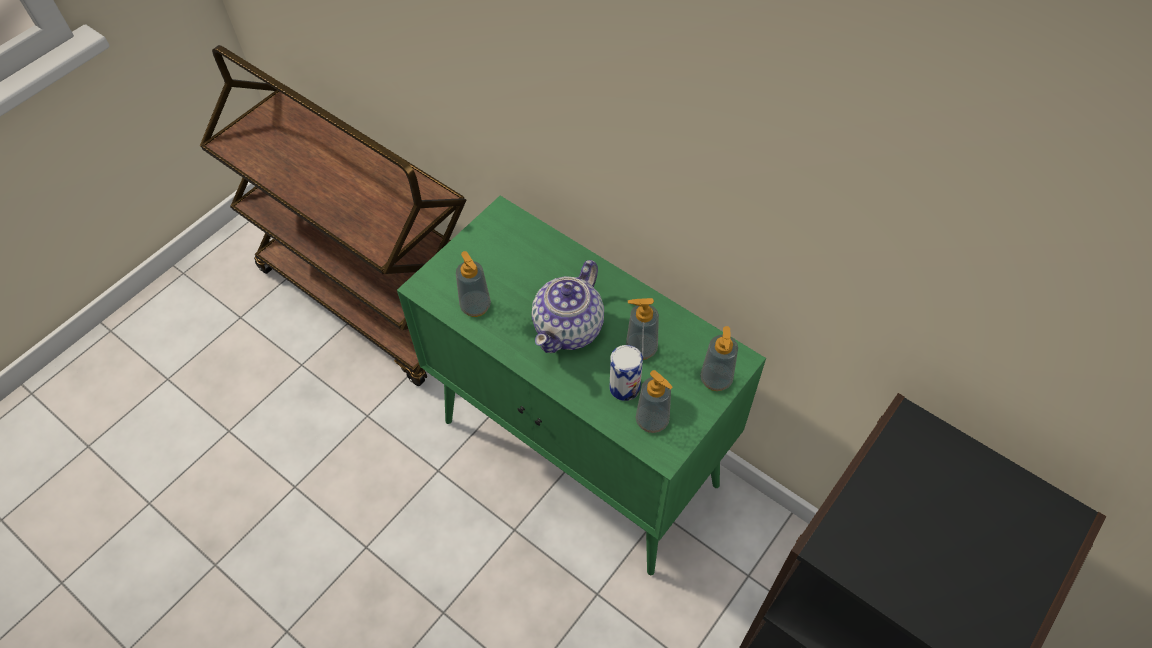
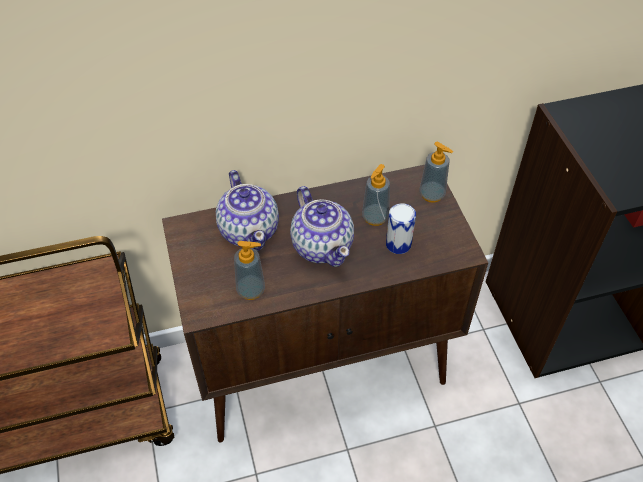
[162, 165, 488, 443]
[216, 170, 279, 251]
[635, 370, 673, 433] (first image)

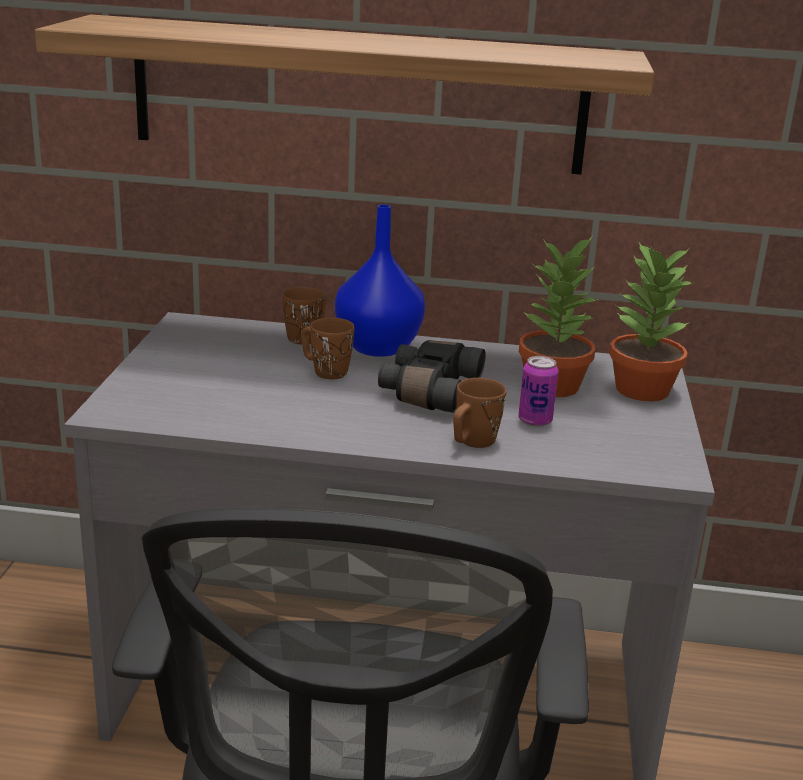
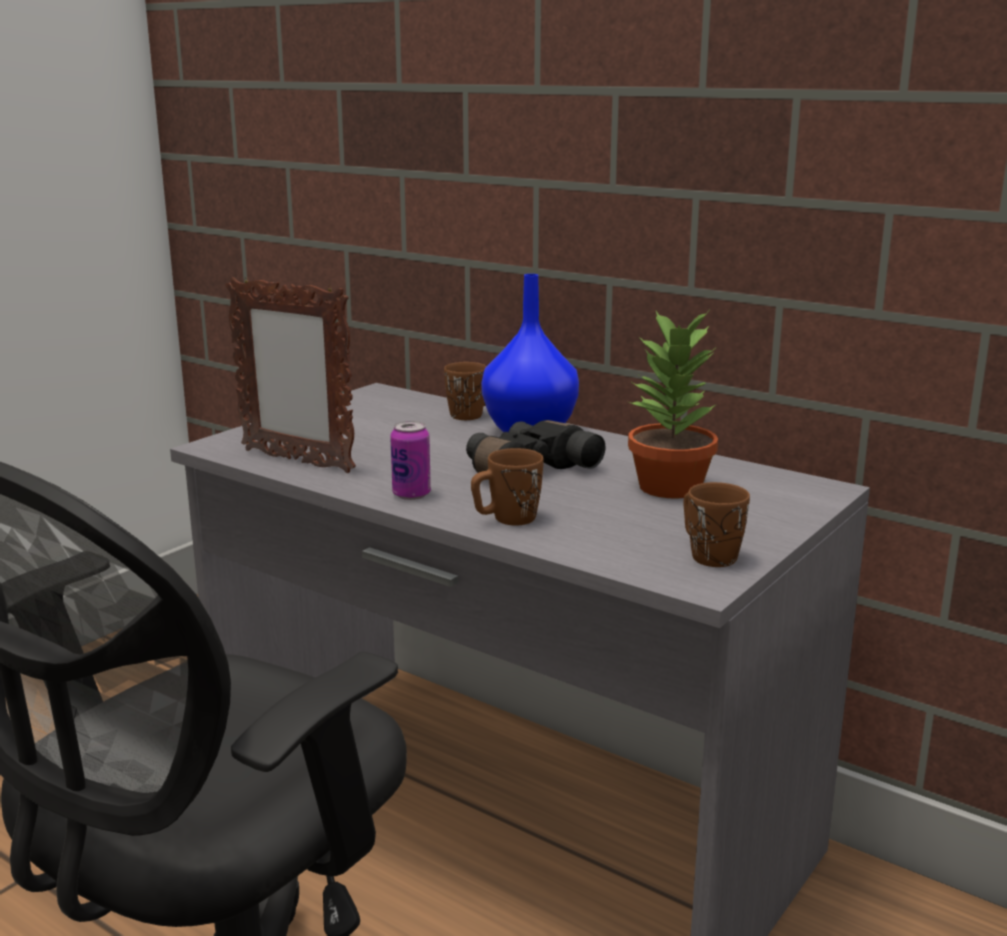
[225, 277, 356, 473]
[390, 421, 431, 500]
[683, 482, 750, 567]
[35, 15, 655, 174] (first image)
[609, 242, 695, 401] (first image)

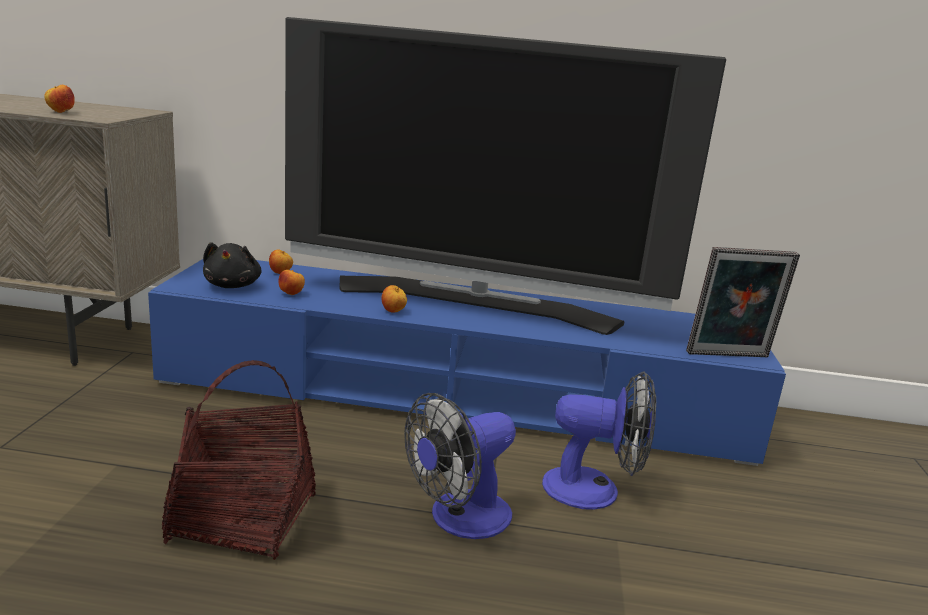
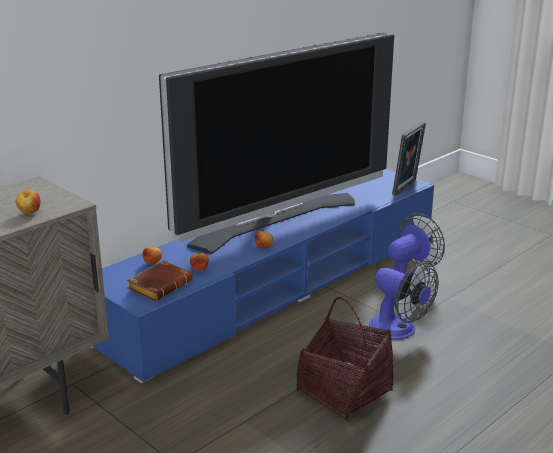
[127, 260, 193, 301]
[369, 262, 439, 339]

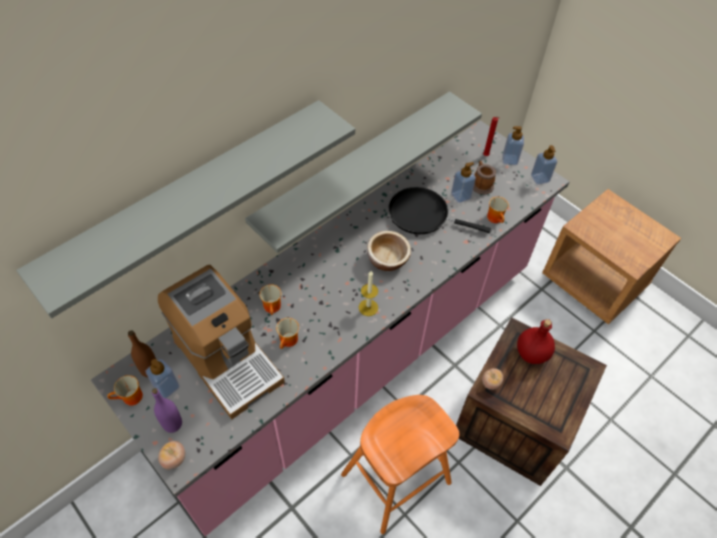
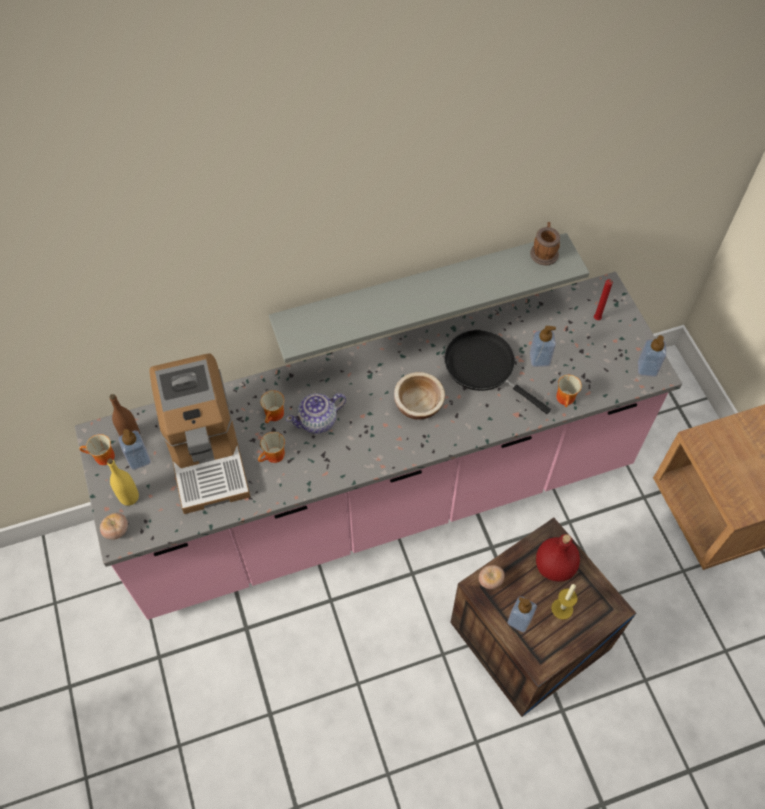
[107, 458, 139, 506]
[286, 393, 346, 434]
[507, 596, 537, 632]
[530, 222, 560, 265]
[551, 584, 578, 620]
[16, 100, 355, 318] (first image)
[341, 395, 460, 534] (first image)

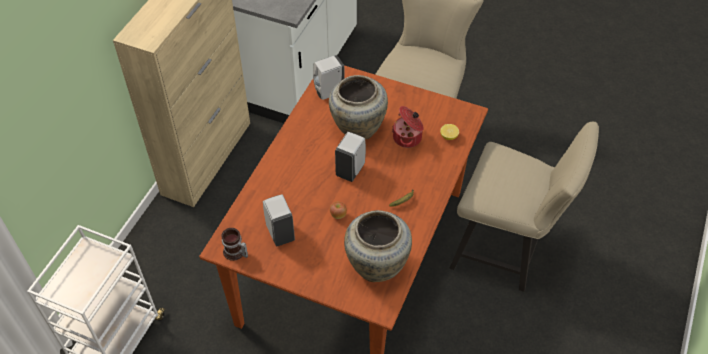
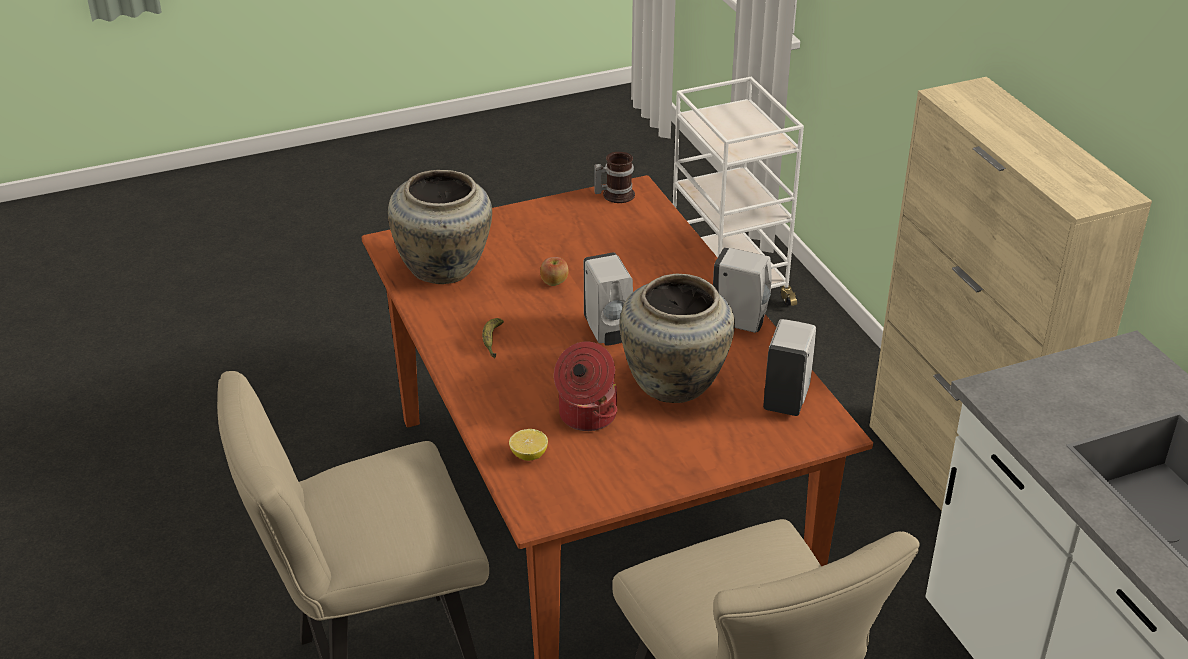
[713, 247, 772, 333]

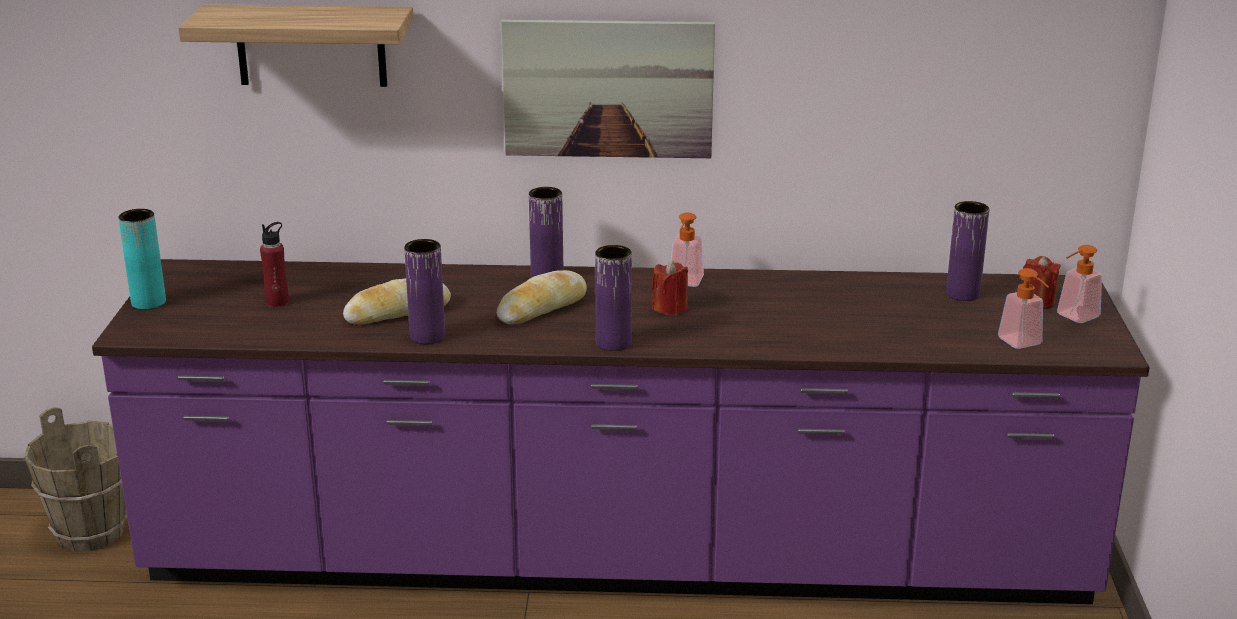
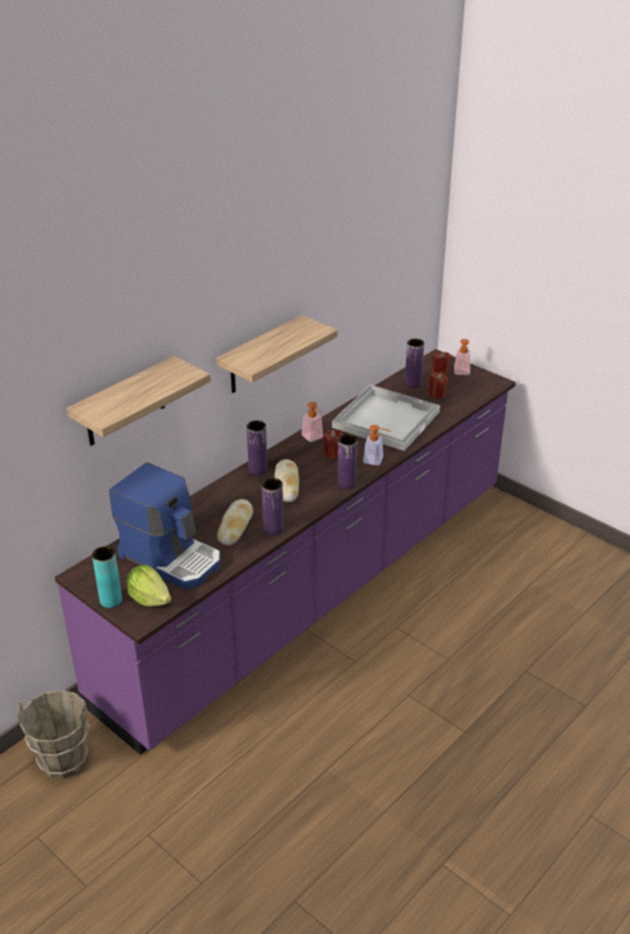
[109, 462, 220, 590]
[126, 565, 171, 606]
[216, 315, 337, 393]
[332, 385, 440, 451]
[363, 425, 391, 466]
[428, 372, 448, 399]

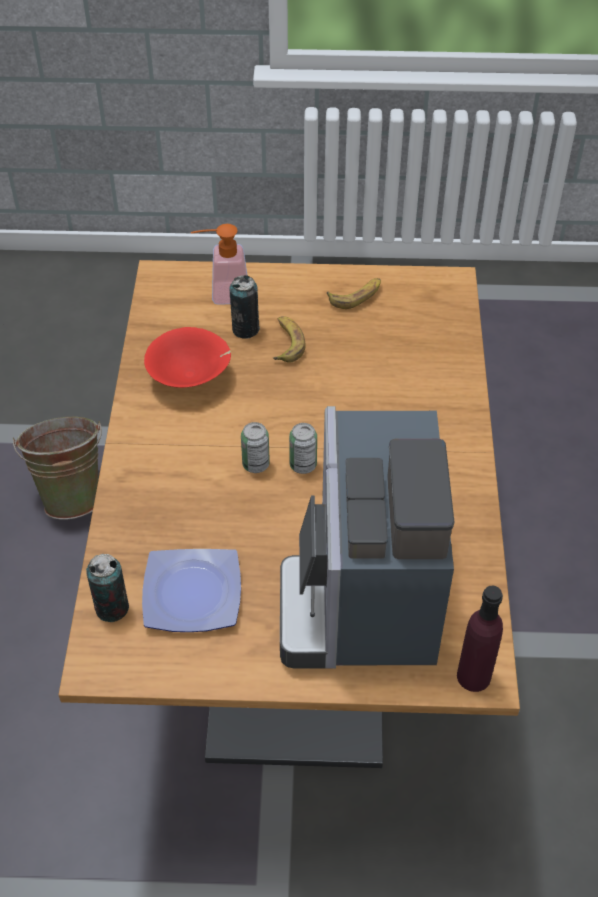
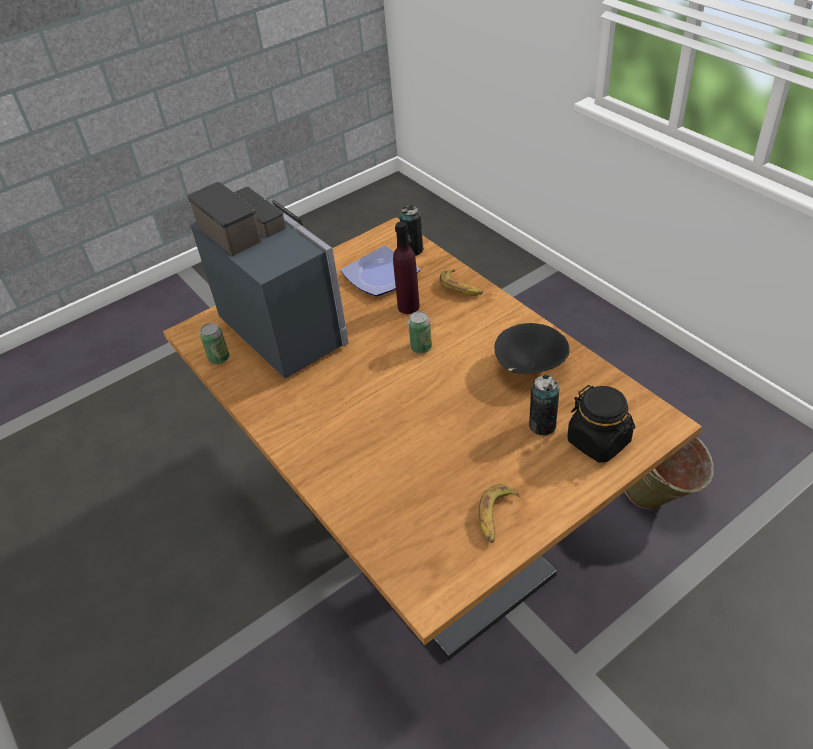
[200, 323, 229, 365]
[393, 221, 420, 314]
[440, 270, 483, 296]
[494, 323, 569, 374]
[567, 385, 635, 462]

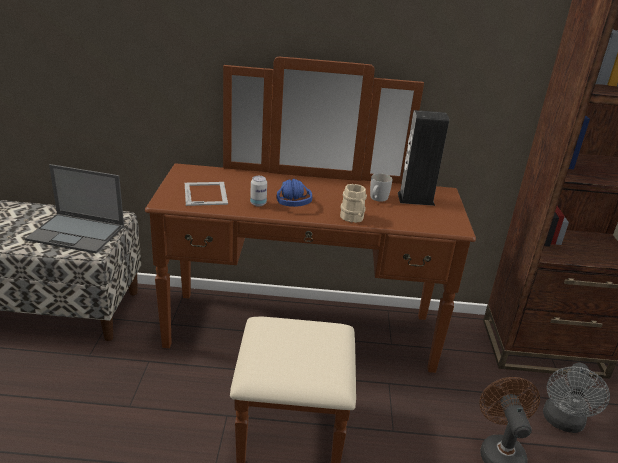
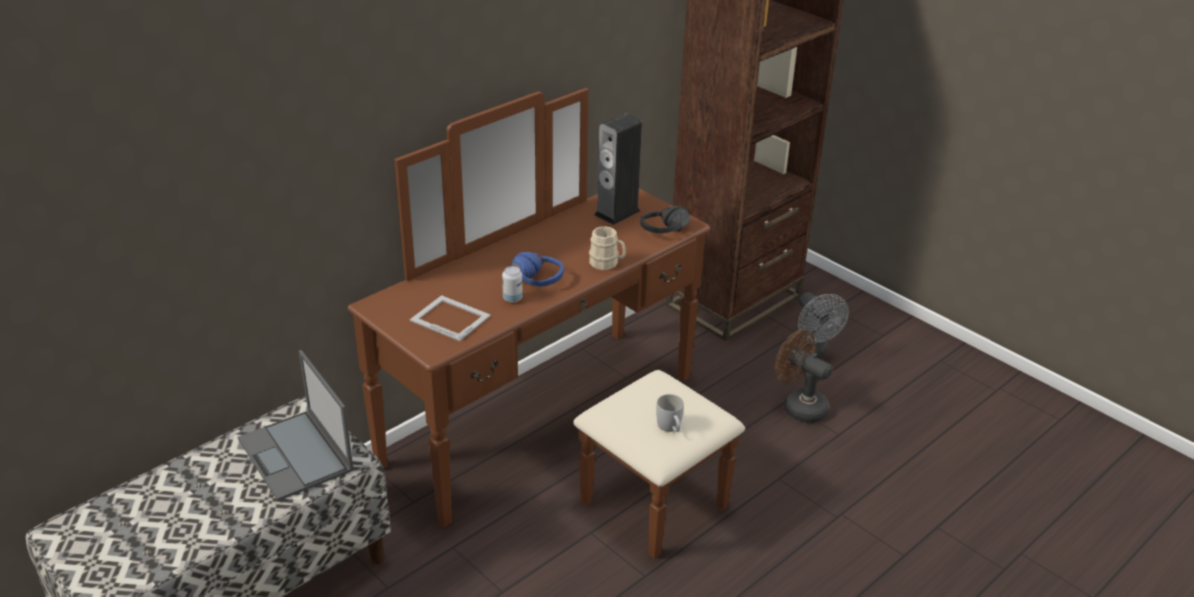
[238, 350, 354, 501]
[641, 206, 690, 234]
[656, 394, 684, 432]

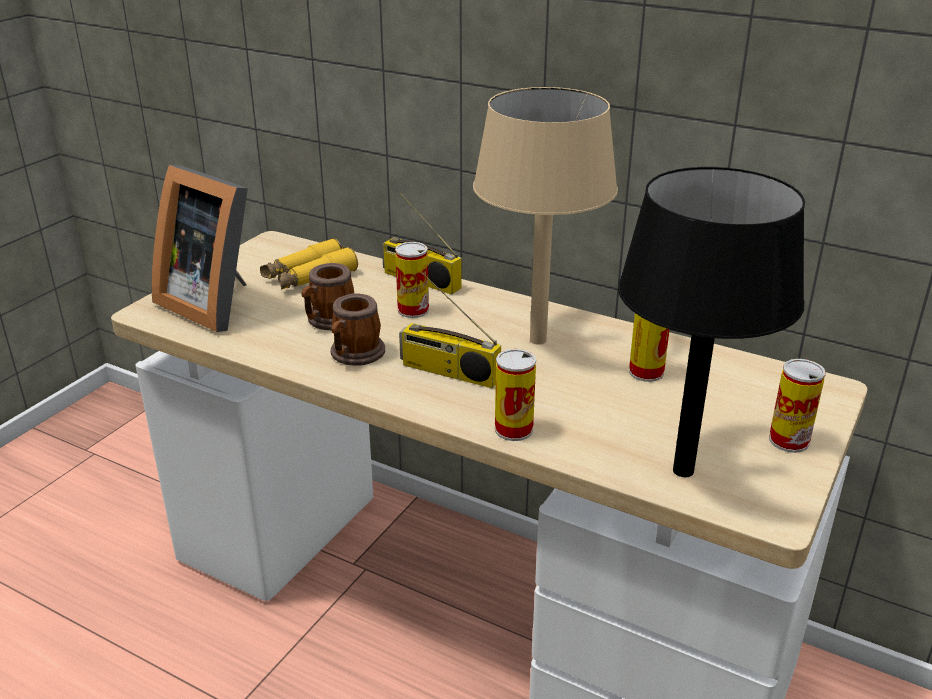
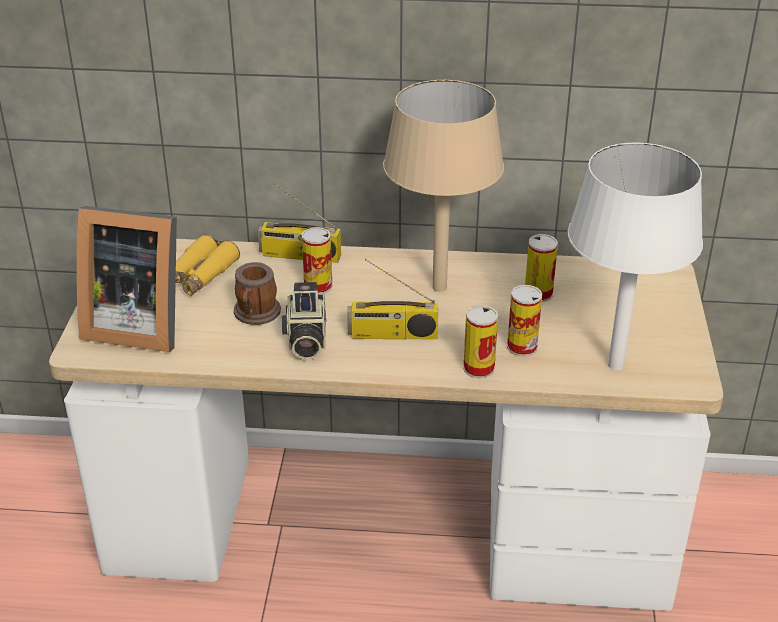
[282, 282, 327, 360]
[507, 285, 542, 357]
[568, 142, 703, 371]

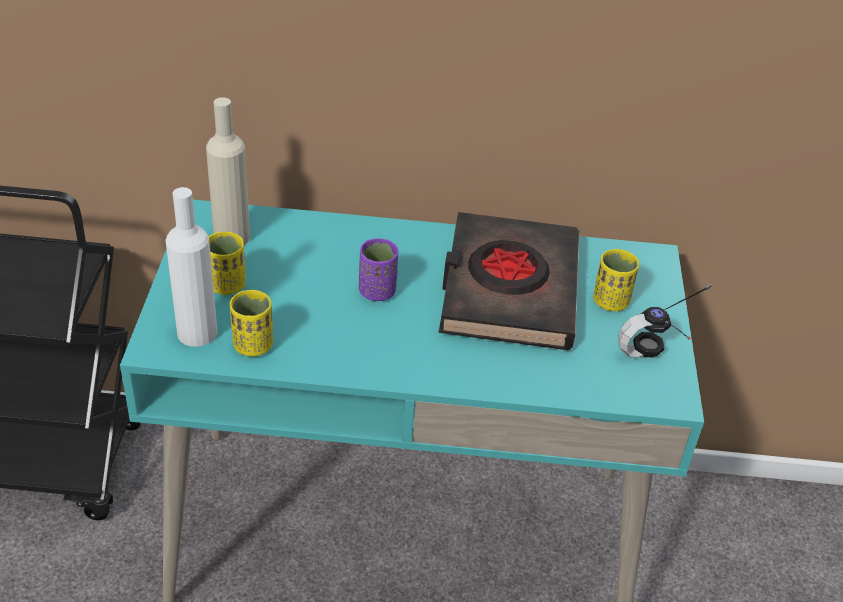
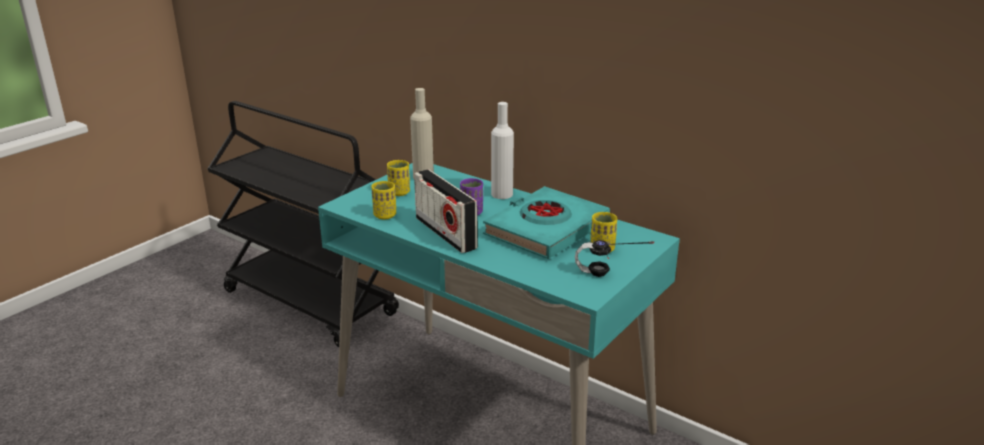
[414, 169, 478, 253]
[483, 186, 610, 259]
[491, 102, 514, 199]

